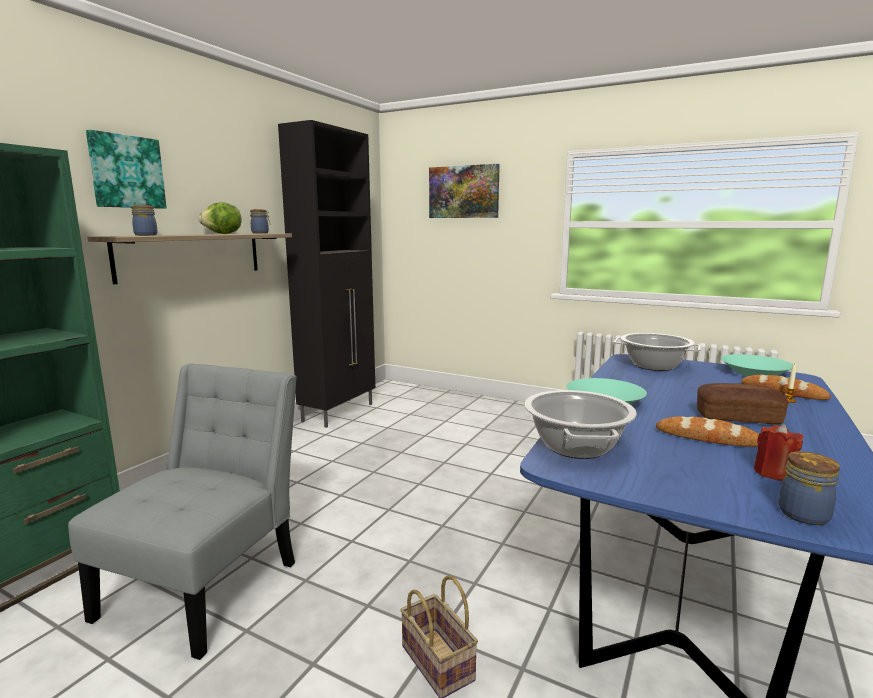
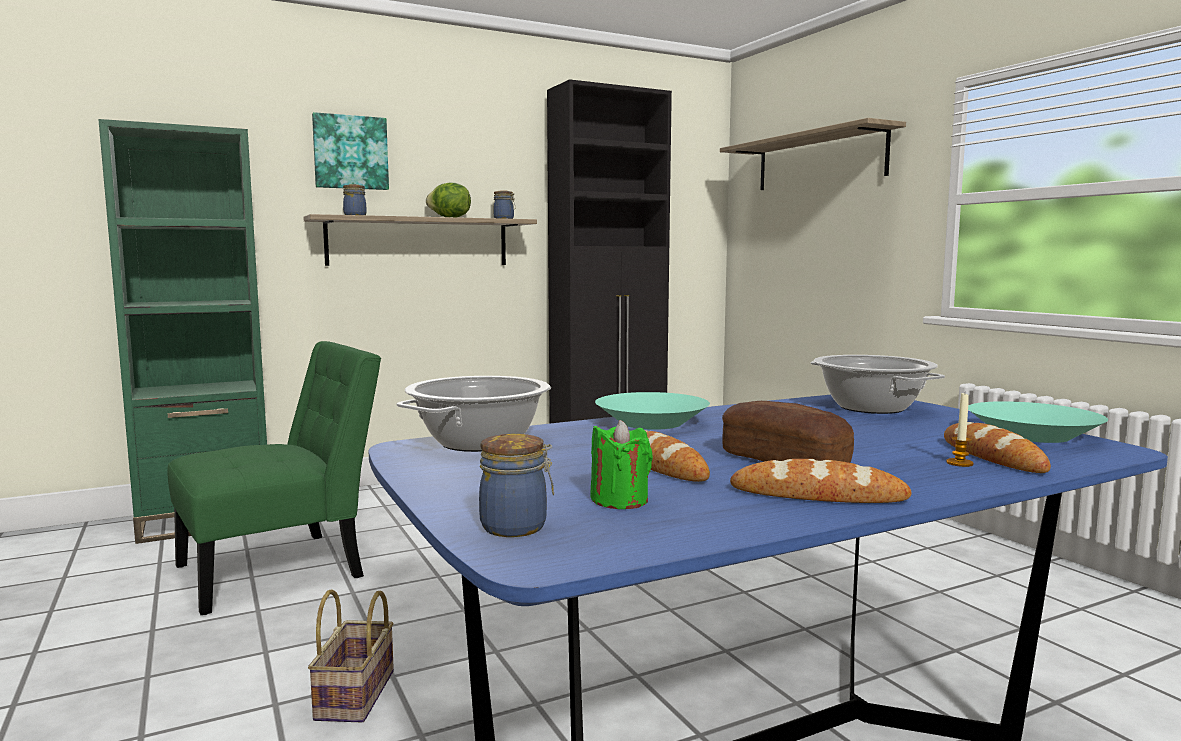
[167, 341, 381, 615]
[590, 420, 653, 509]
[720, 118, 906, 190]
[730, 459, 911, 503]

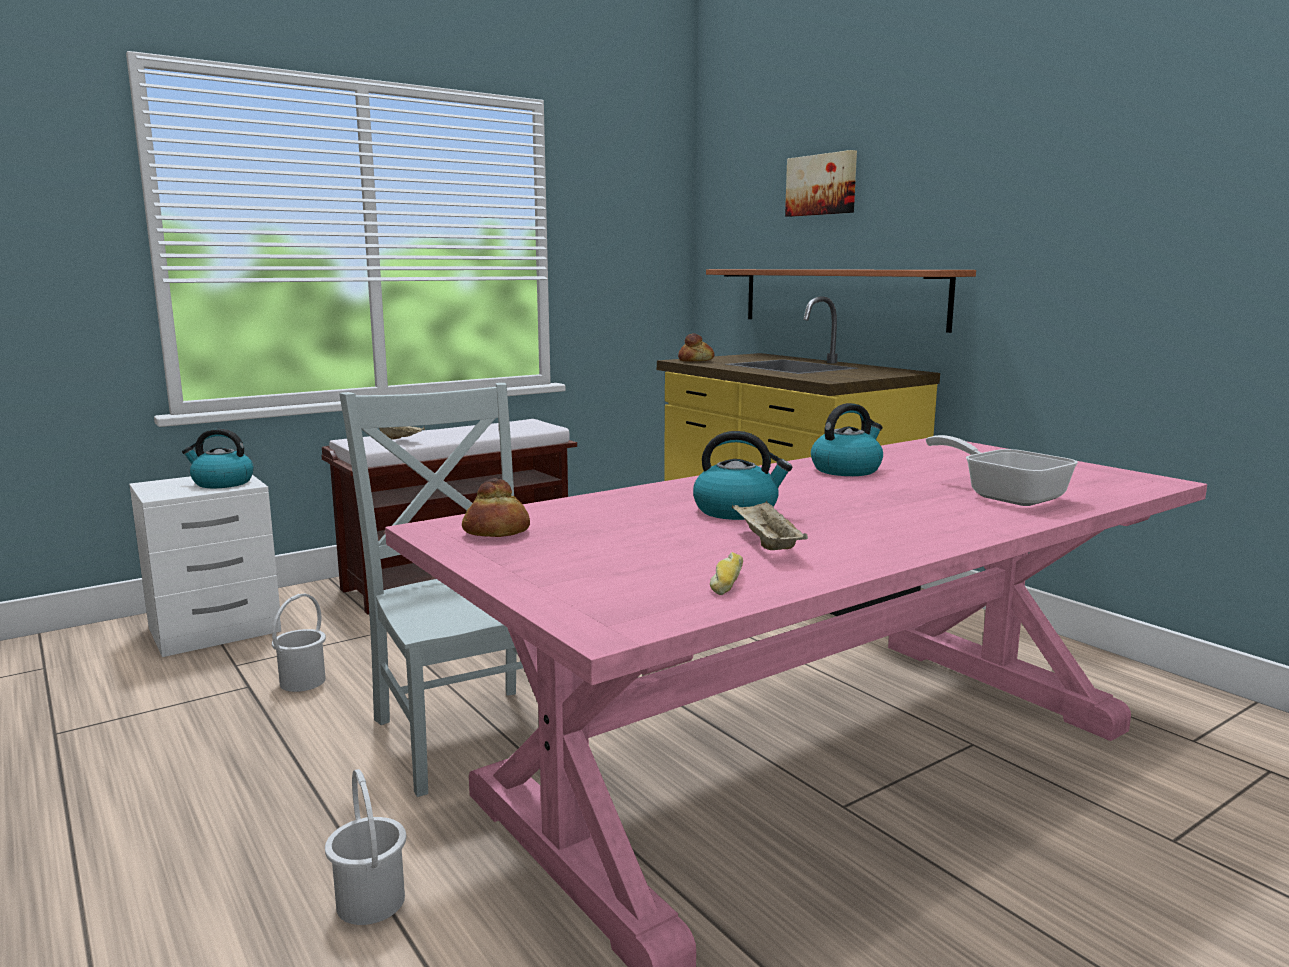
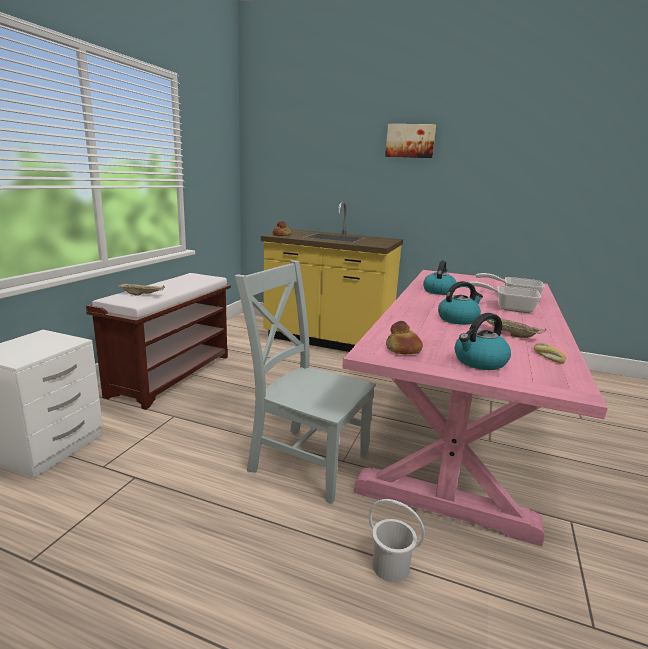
[385, 124, 436, 158]
[455, 313, 511, 370]
[469, 281, 541, 313]
[272, 594, 326, 692] (first image)
[706, 269, 976, 333] (first image)

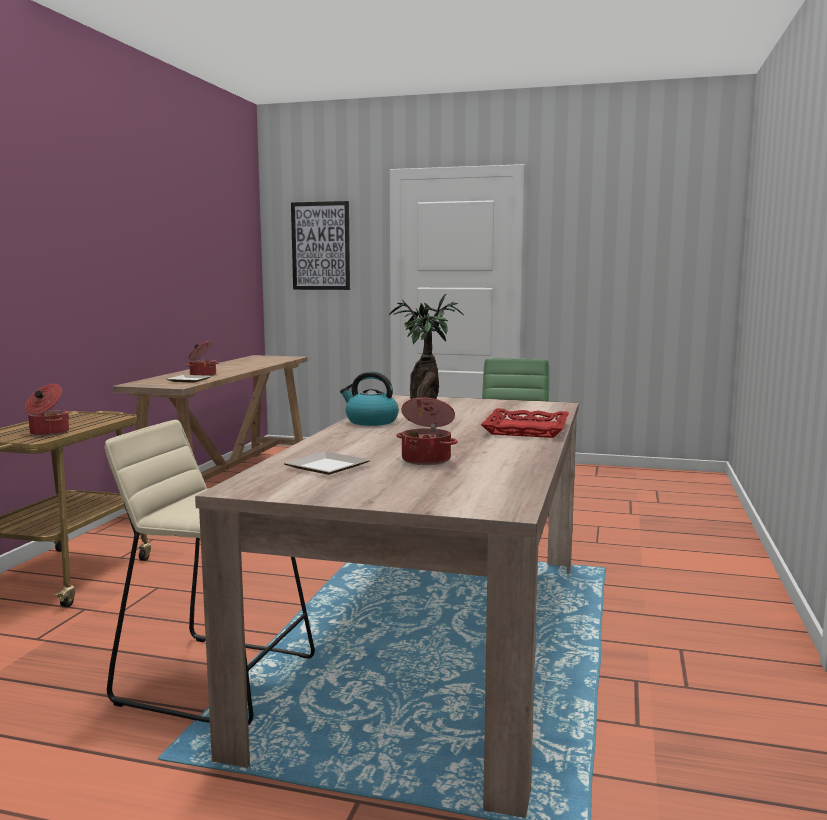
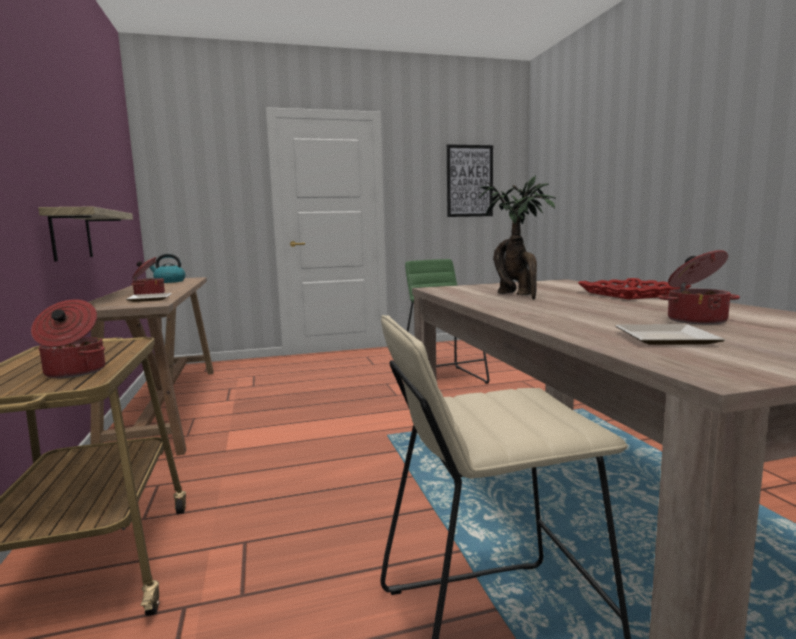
[38, 206, 133, 261]
[149, 254, 185, 283]
[447, 144, 493, 217]

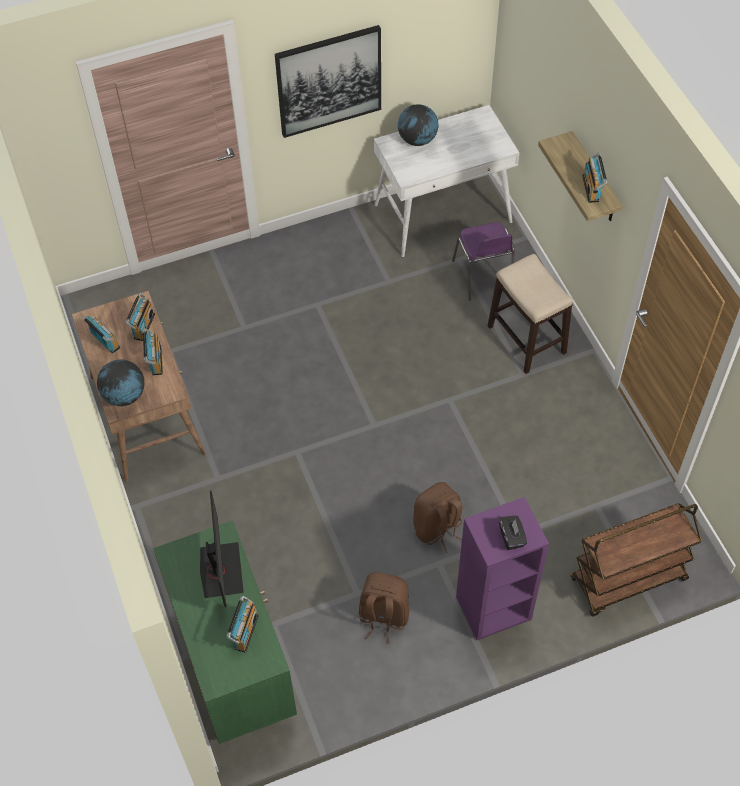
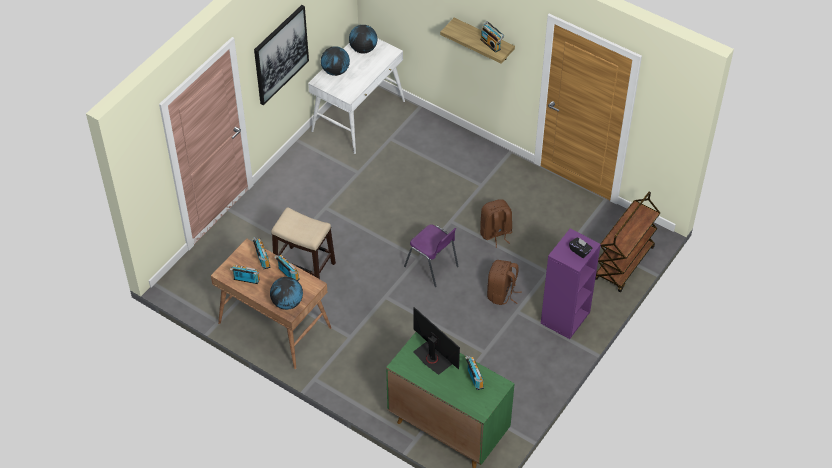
[271, 207, 336, 279]
[349, 25, 377, 54]
[404, 224, 459, 287]
[480, 199, 512, 248]

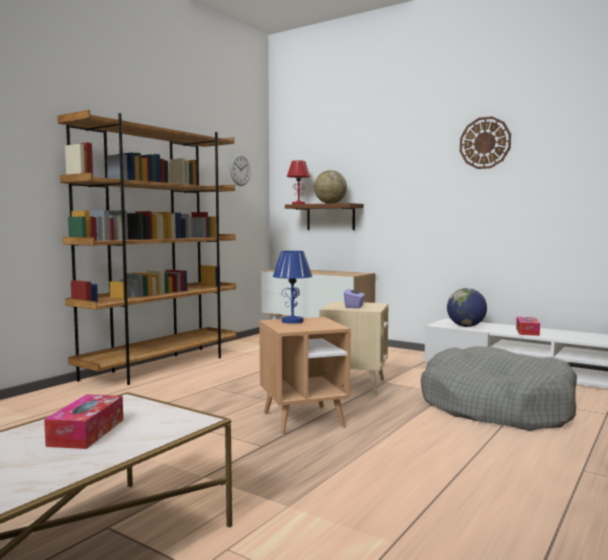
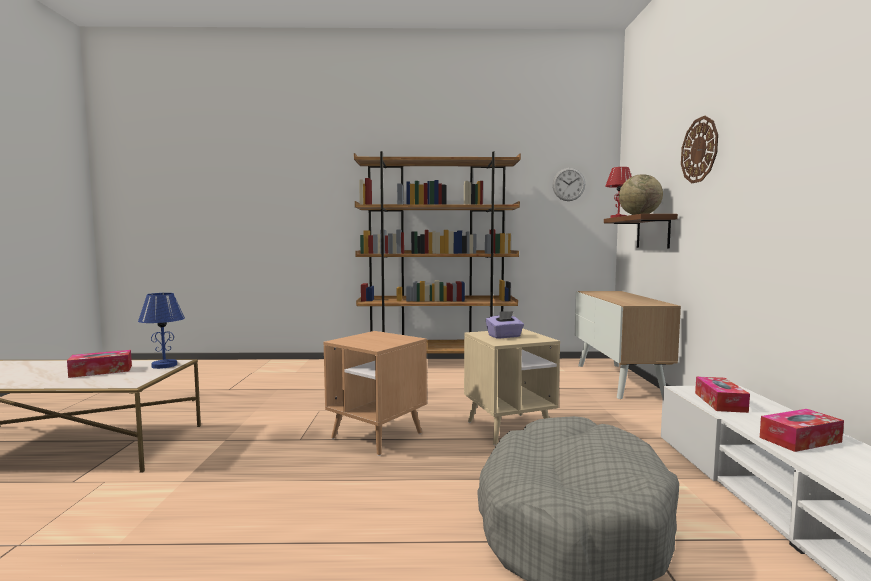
[138, 293, 185, 369]
[681, 116, 718, 183]
[695, 377, 750, 413]

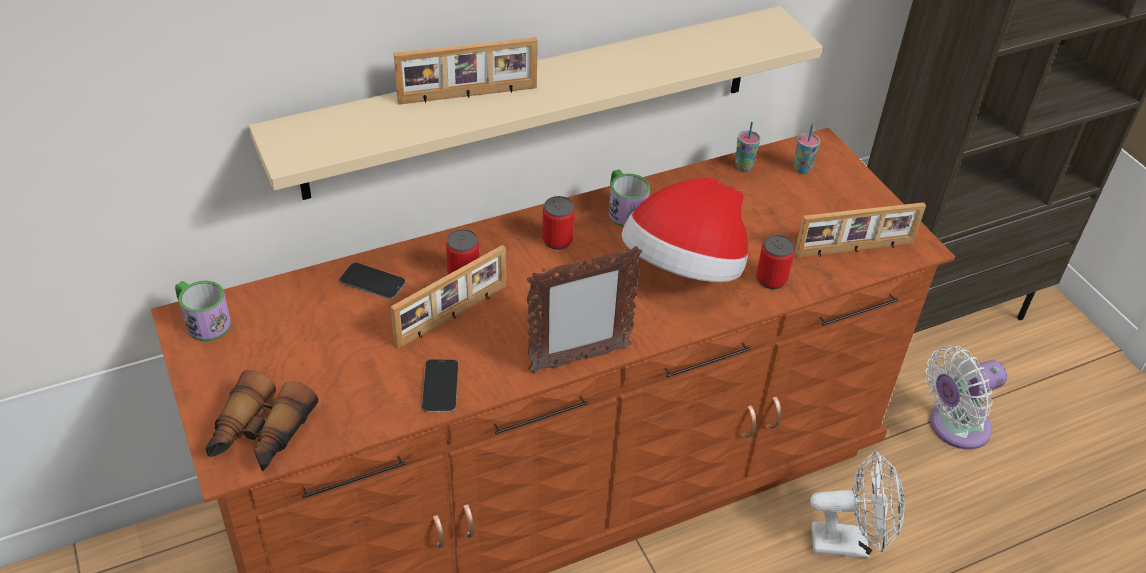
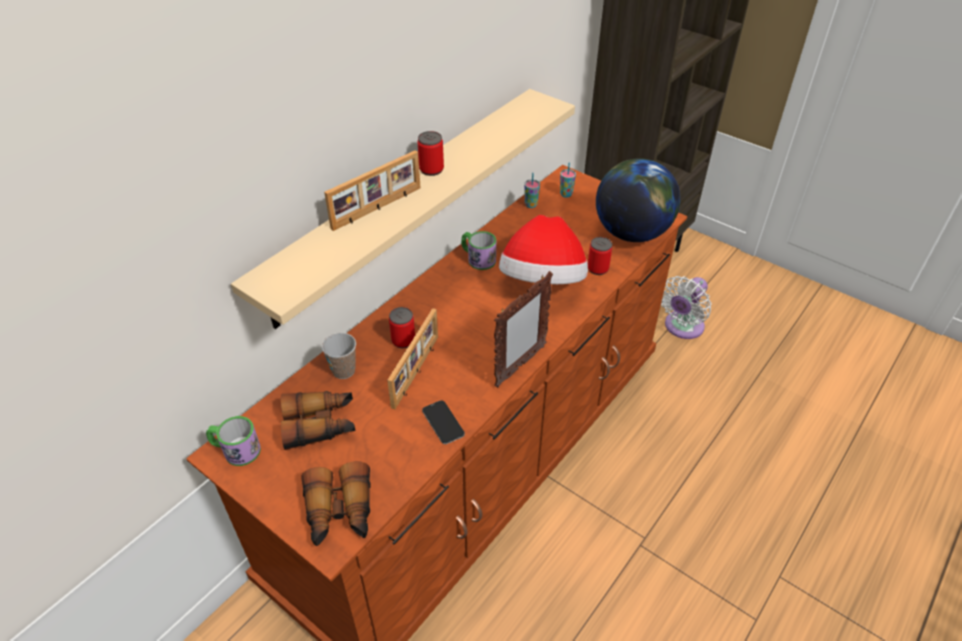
[281, 391, 356, 450]
[322, 333, 356, 379]
[418, 131, 444, 176]
[596, 158, 681, 242]
[810, 450, 905, 558] (first image)

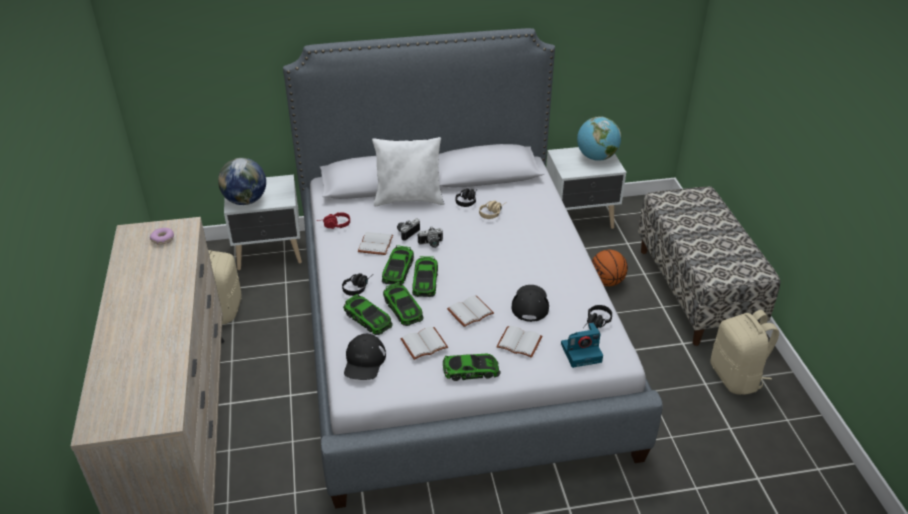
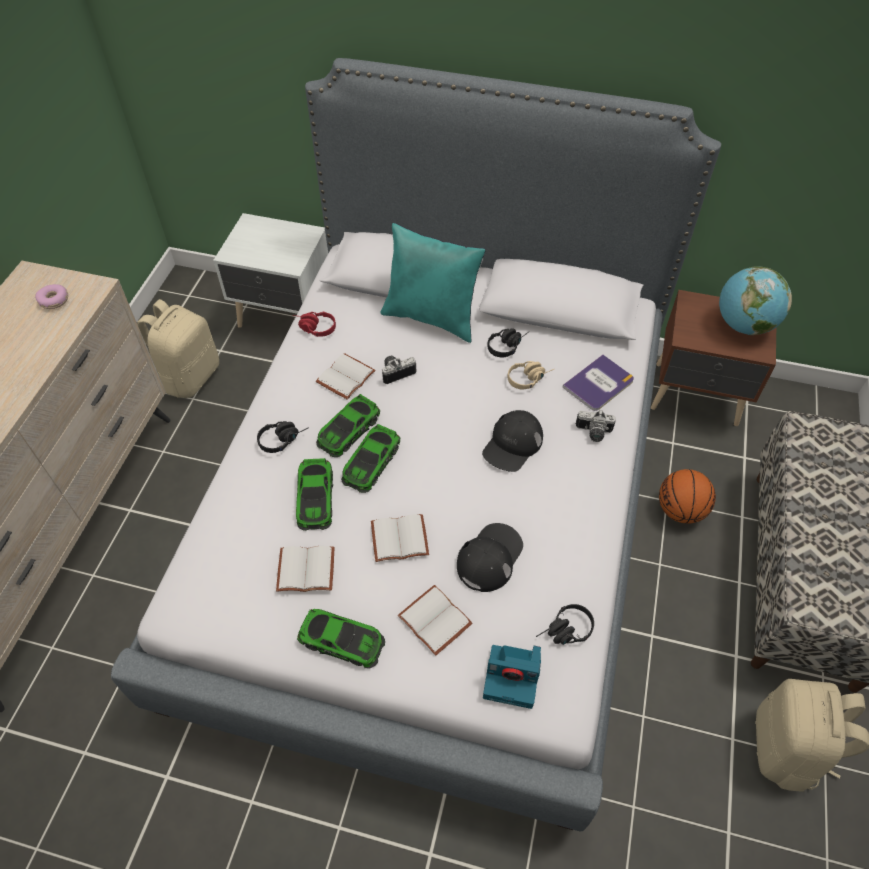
[381, 223, 485, 343]
[482, 410, 543, 472]
[563, 355, 634, 411]
[576, 410, 616, 442]
[651, 290, 776, 426]
[218, 158, 266, 205] (first image)
[343, 294, 393, 335] (first image)

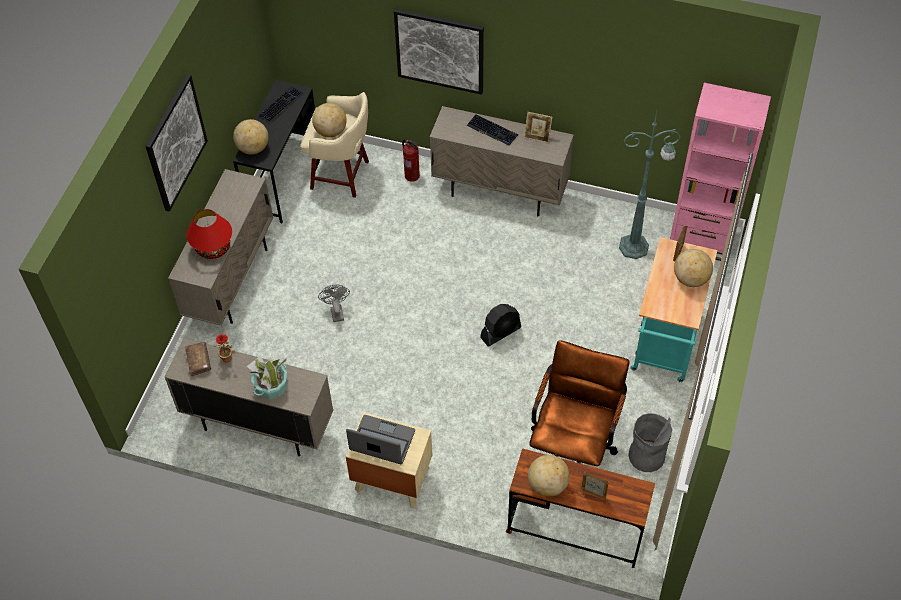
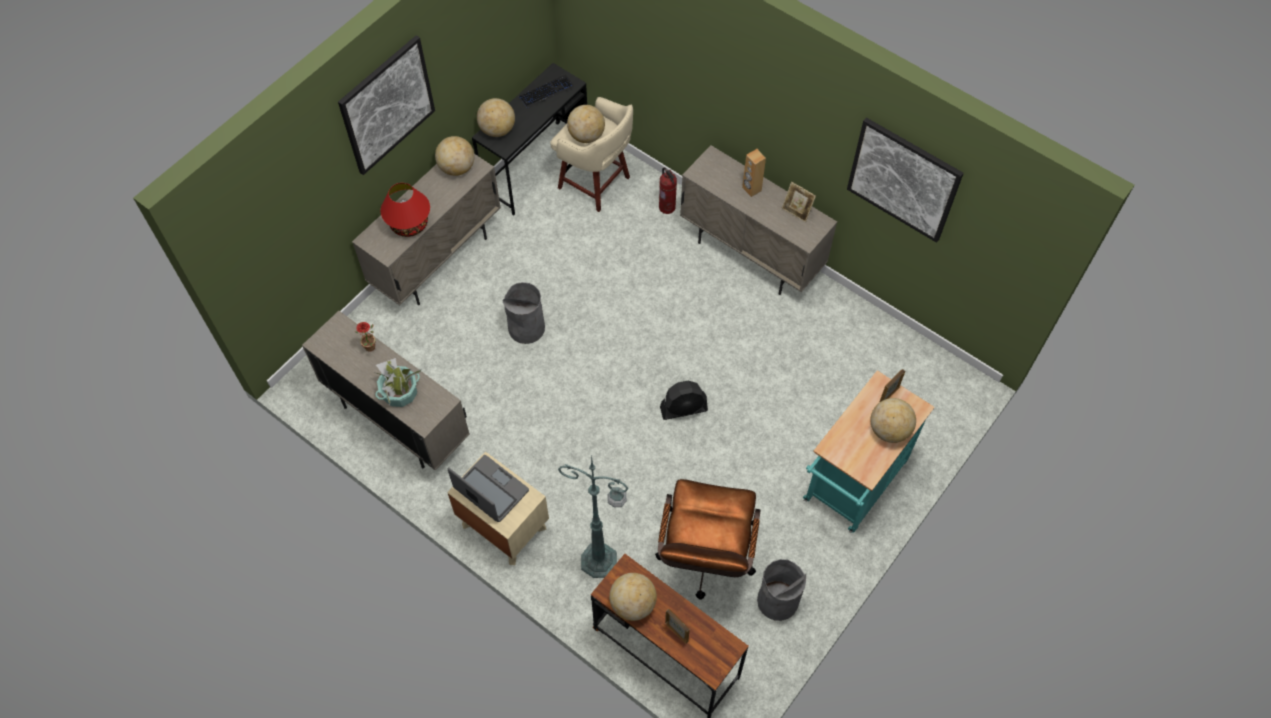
[435, 136, 474, 176]
[503, 282, 545, 344]
[558, 455, 628, 578]
[655, 479, 761, 600]
[742, 149, 766, 197]
[847, 118, 964, 243]
[185, 342, 211, 377] (first image)
[670, 83, 771, 261] (first image)

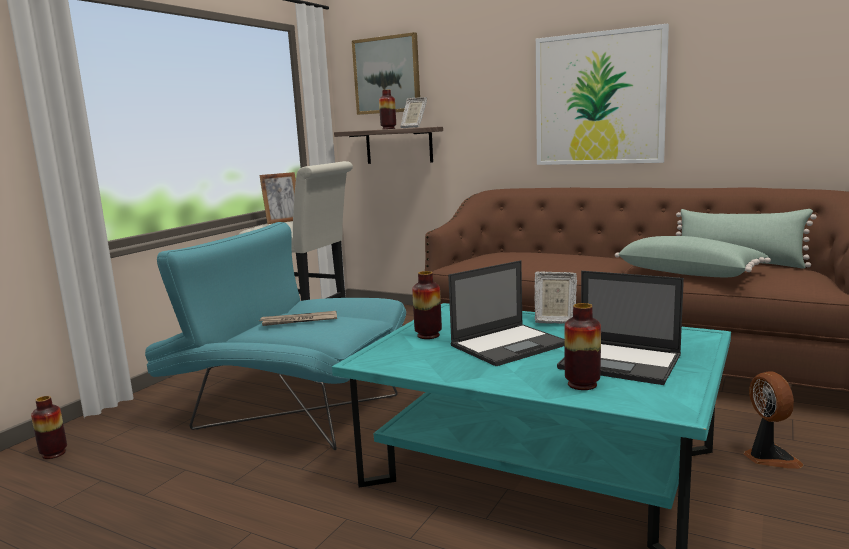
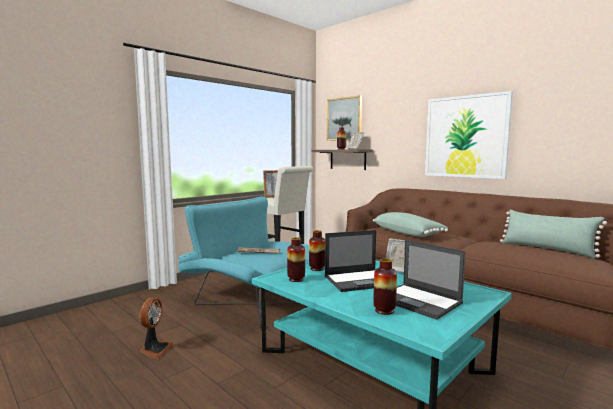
[139, 298, 173, 359]
[287, 238, 305, 282]
[373, 212, 448, 237]

